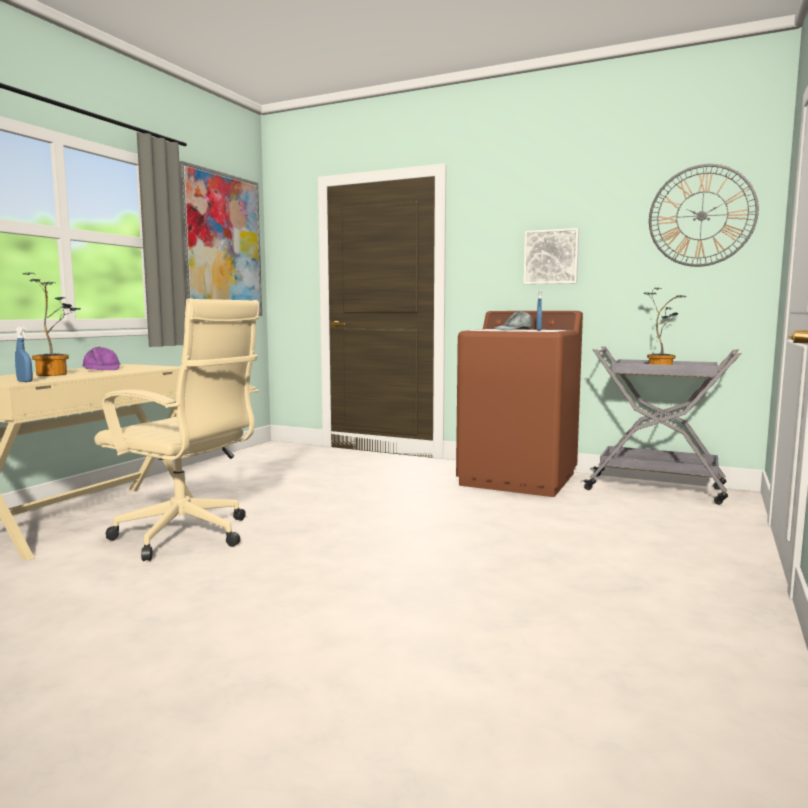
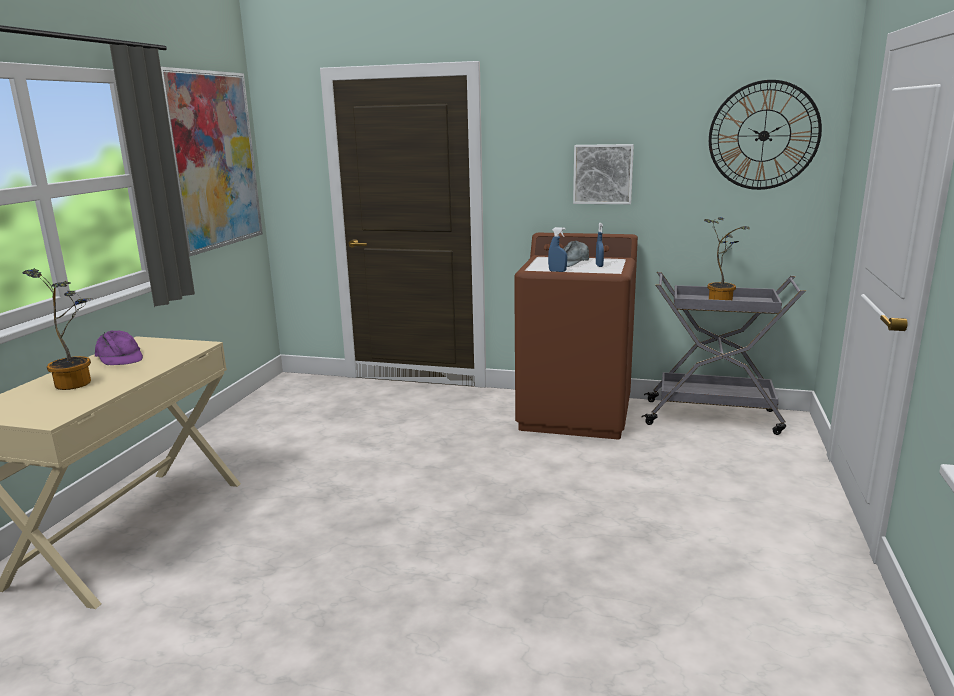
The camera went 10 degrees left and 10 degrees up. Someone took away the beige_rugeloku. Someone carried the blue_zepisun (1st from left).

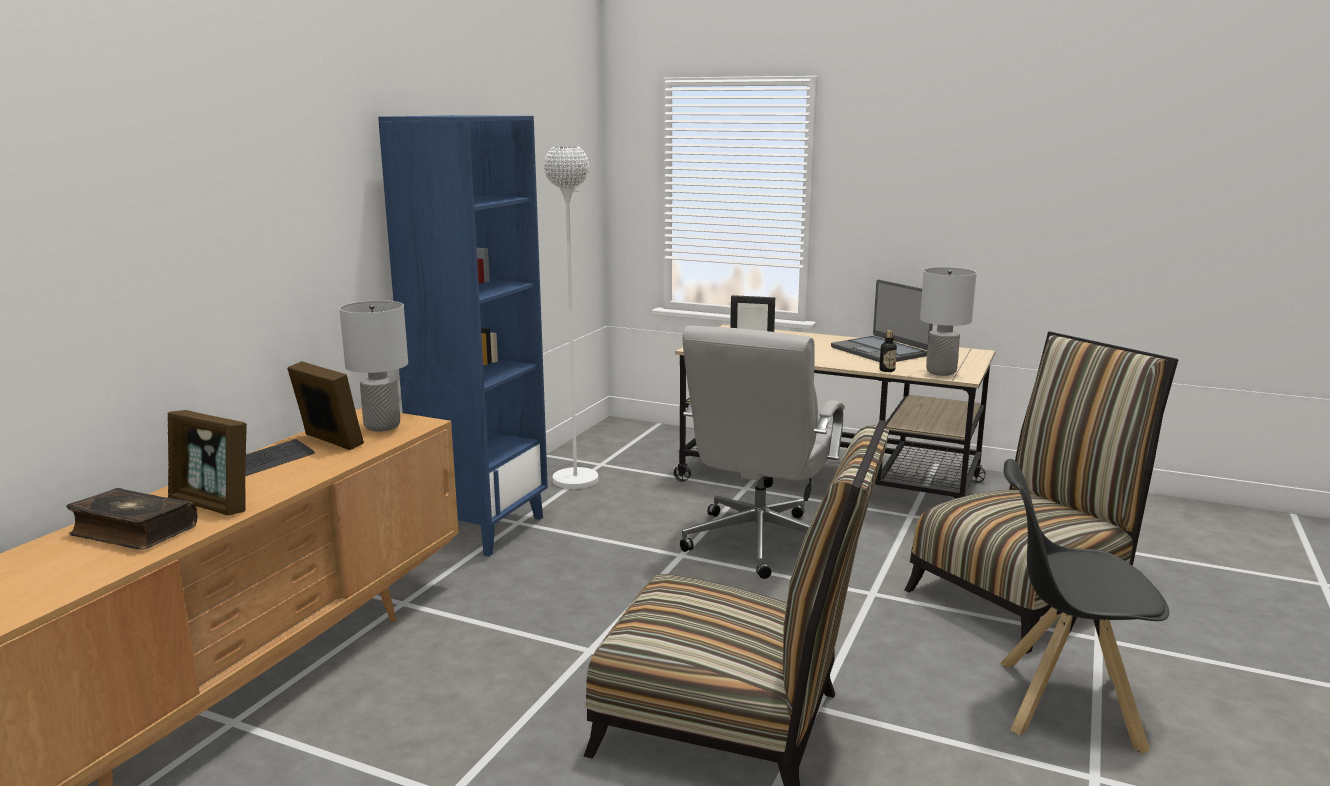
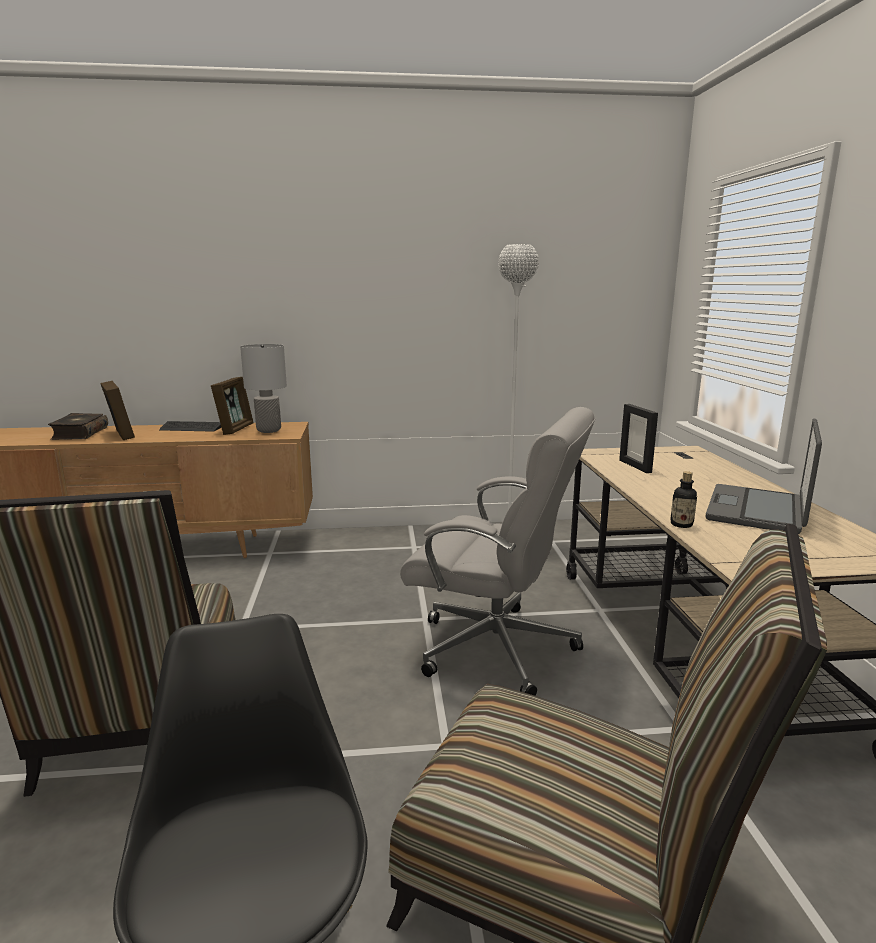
The camera went 60 degrees right and 0 degrees up. Someone took away the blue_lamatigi. Someone took away the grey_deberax (2nd from left). Someone rotated the grey_rugeloku by 150 degrees counterclockwise. Someone rotated the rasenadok (1st from left) by 150 degrees clockwise.

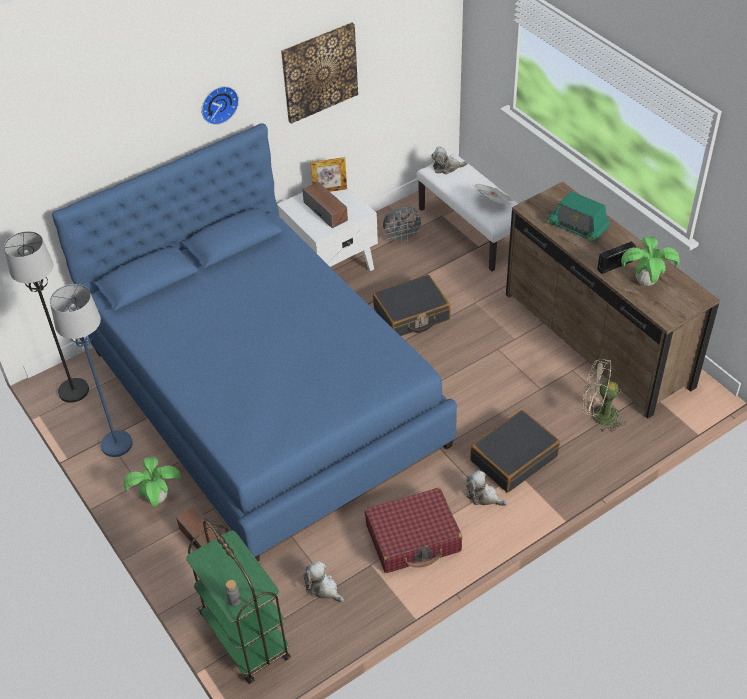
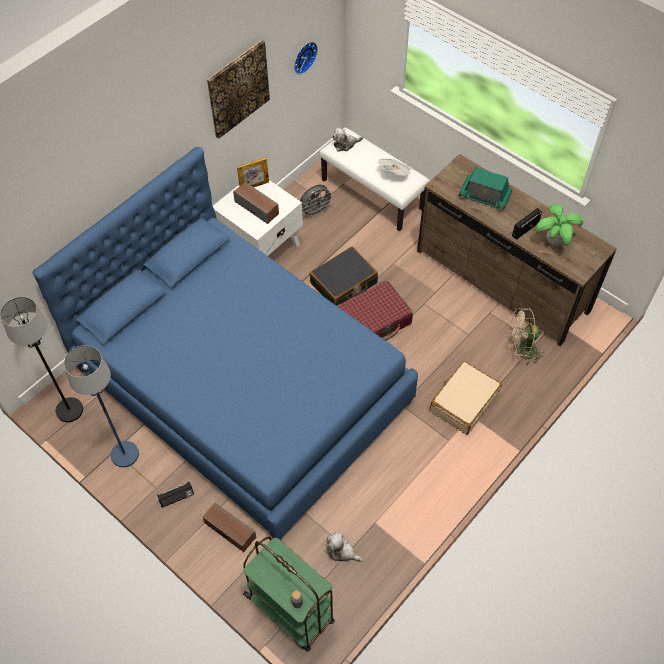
The camera went 15 degrees left and 10 degrees up. Someone carried the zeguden. Someone repainted the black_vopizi (2nd from left), which became the beige_vopizi. Someone swapped the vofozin (1st from left) for the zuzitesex (1st from left). Someone took away the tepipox (3rd from left). Someone carried the red_vopizi.

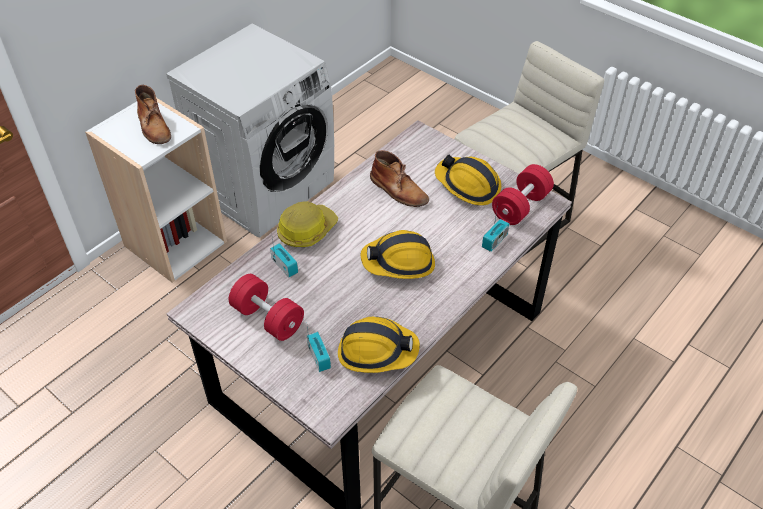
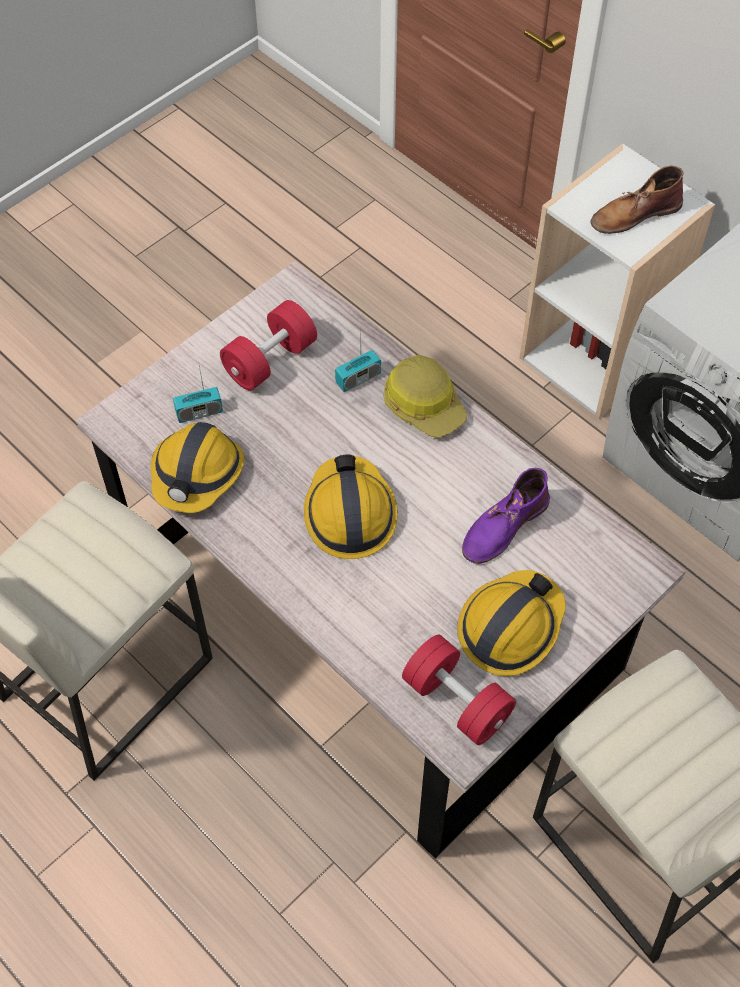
The camera went 95 degrees right and 10 degrees up. Someone repainted the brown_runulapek (2nd from left), which became the purple_runulapek. Someone took away the zuzitesex (3rd from left).

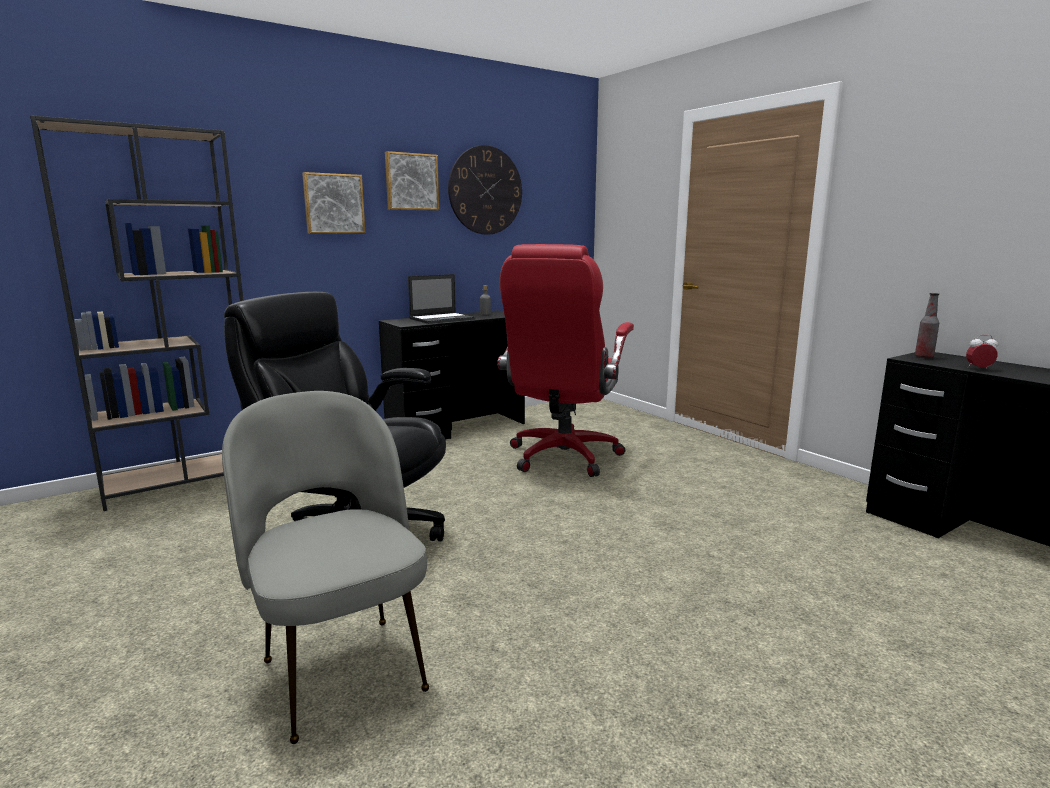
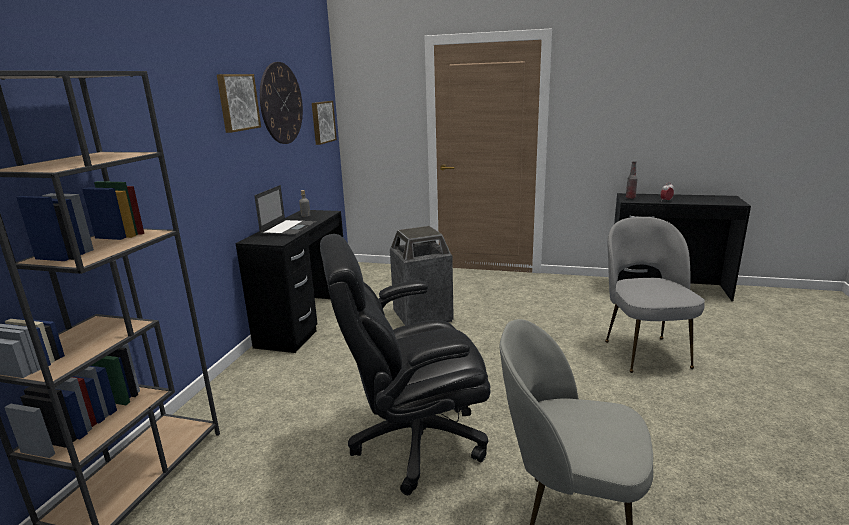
The camera went 40 degrees left and 5 degrees up. Someone carried the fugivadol (1st from left in the first image). Someone swapped the red_rugeloku for the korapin. Someone put down the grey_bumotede (2nd from left).

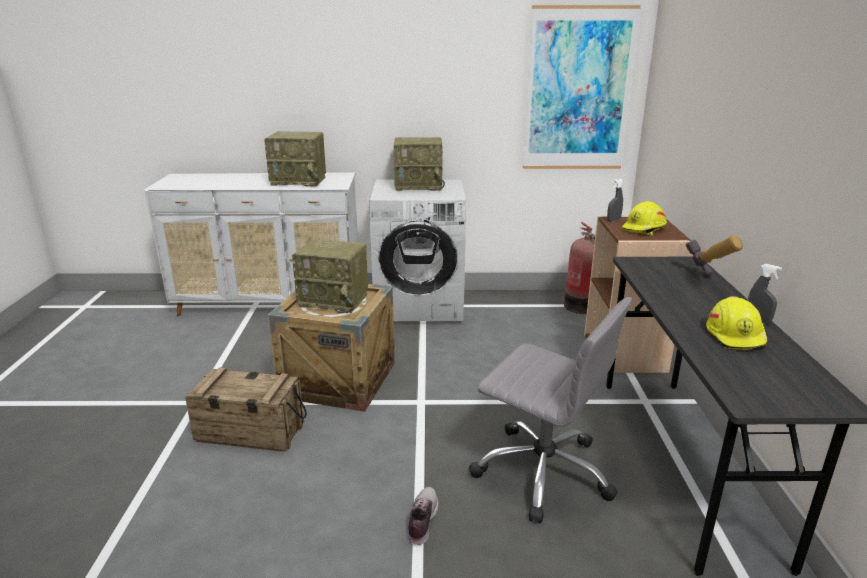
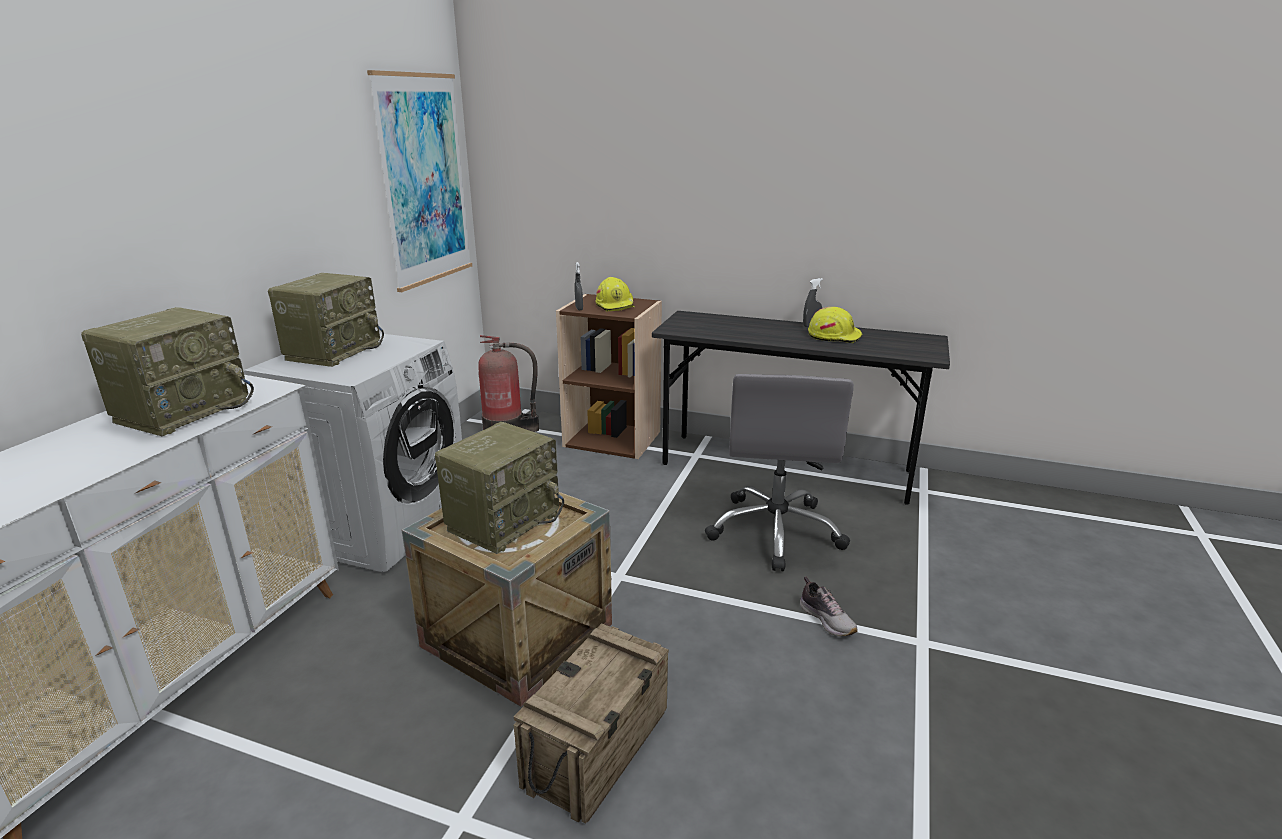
The camera went 70 degrees left and 0 degrees up. Someone took away the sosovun. Someone rotated the grey_rugeloku by 135 degrees clockwise. Someone rotated the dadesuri by 150 degrees counterclockwise.

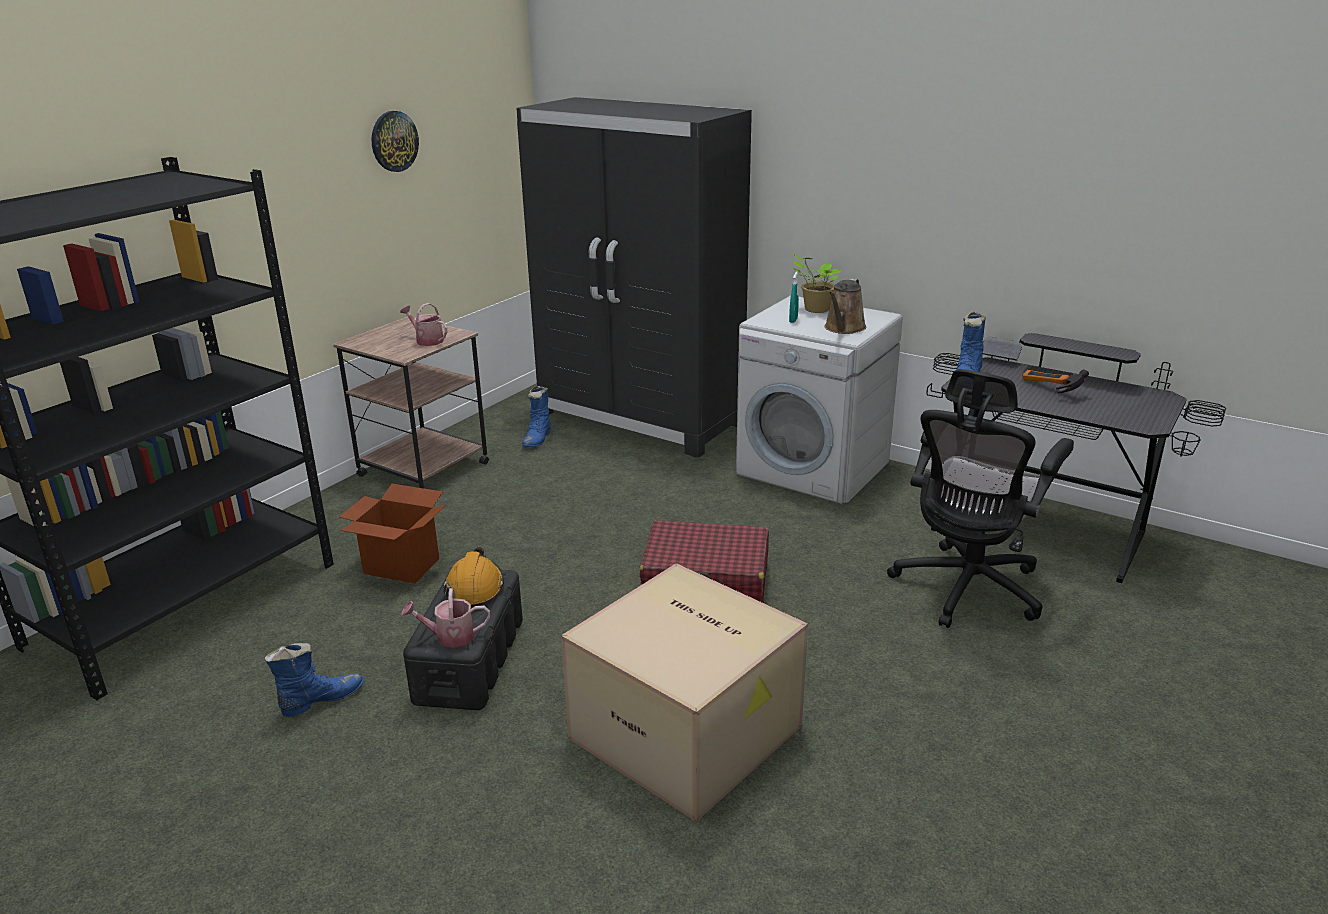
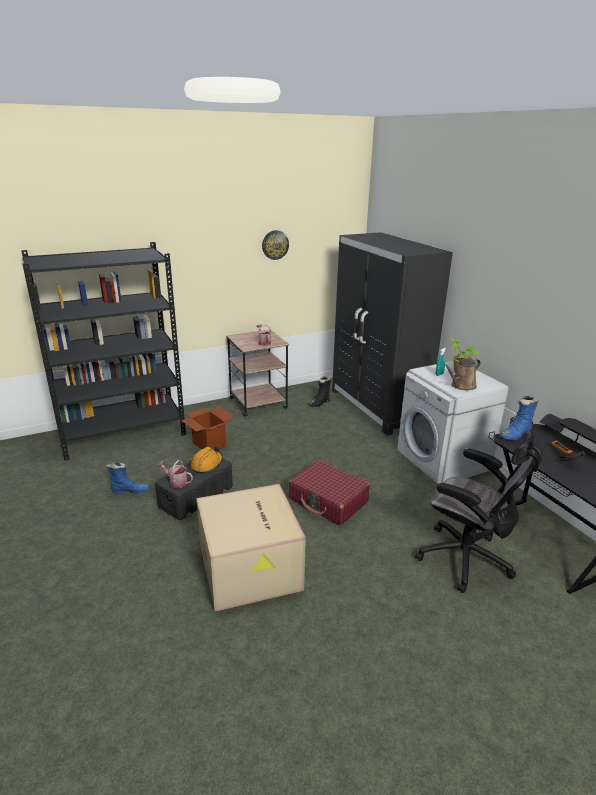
The camera went 30 degrees right and 0 degrees up. Someone rotated the rugeloku by 120 degrees counterclockwise. Someone repainted the blue_runulapek (2nd from left), which became the black_runulapek.

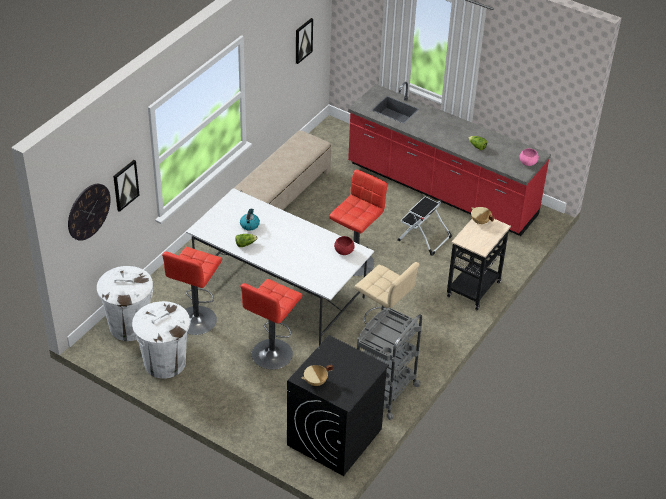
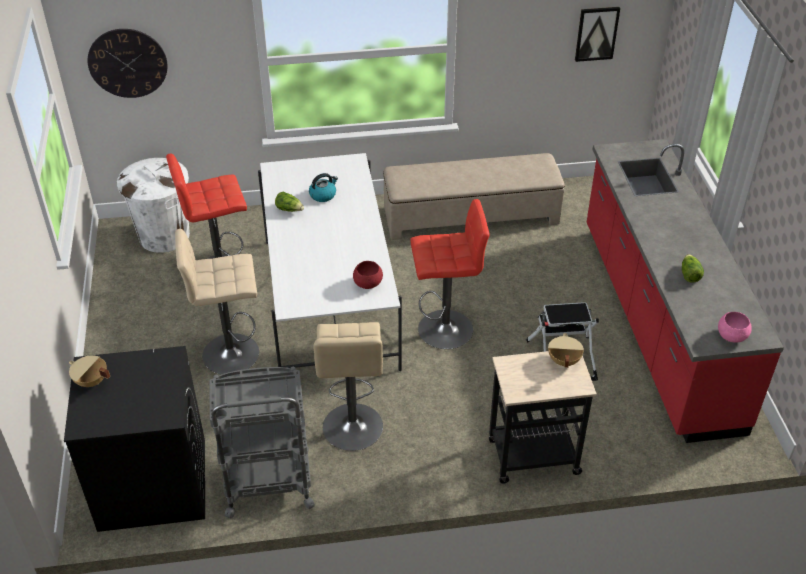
The camera went 50 degrees right and 0 degrees up. Someone took away the fugivadol (1st from left). Someone repainted the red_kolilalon (2nd from left), which became the beige_kolilalon (1st from left). Someone took away the white_korapin (2nd from left).

